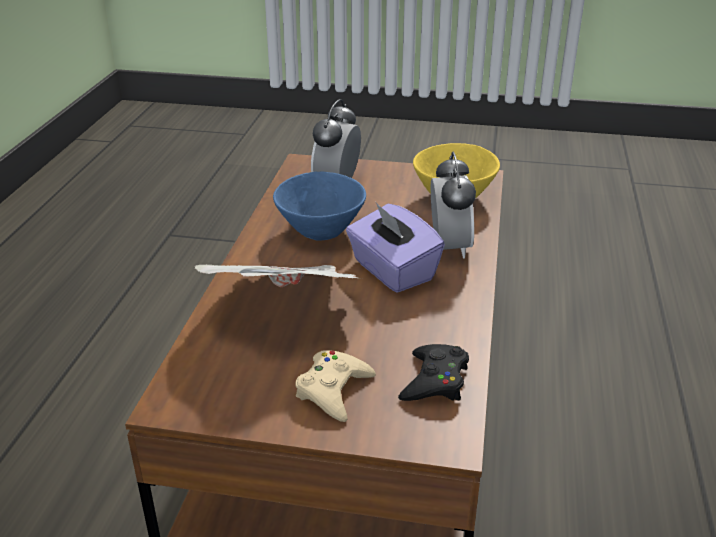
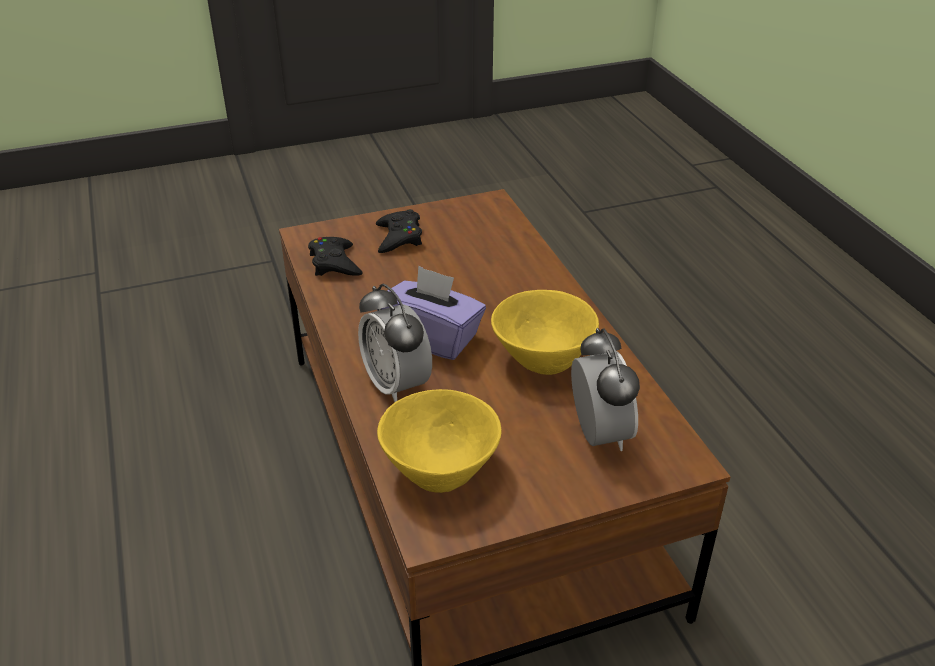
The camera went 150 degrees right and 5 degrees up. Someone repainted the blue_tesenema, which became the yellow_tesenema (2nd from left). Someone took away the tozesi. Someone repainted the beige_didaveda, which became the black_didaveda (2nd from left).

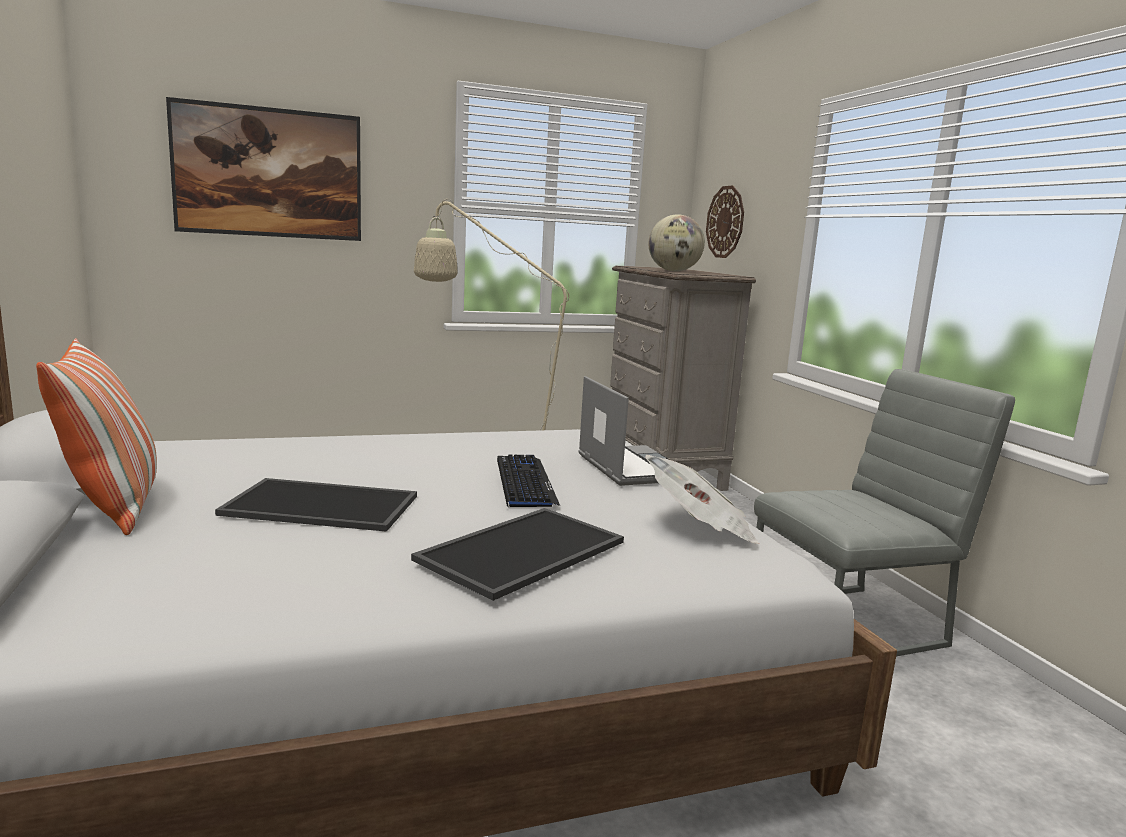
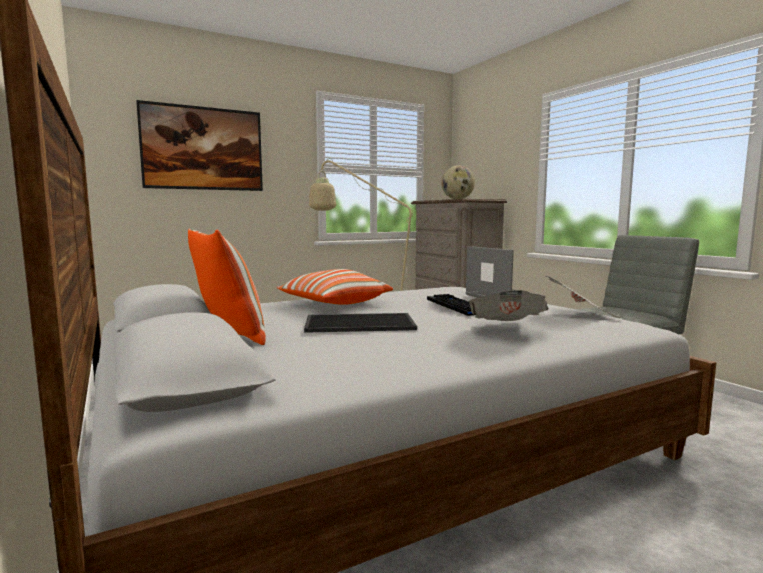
The camera went 10 degrees left and 5 degrees down. Someone took away the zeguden. Someone swapped the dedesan (2nd from left) for the tozesi (1st from left). Someone put down the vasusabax (2nd from left).

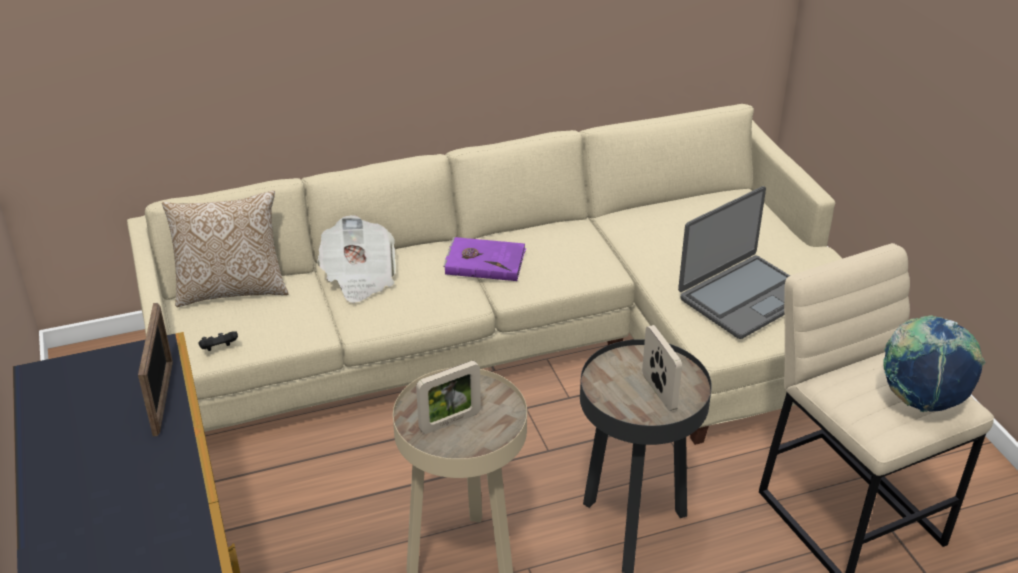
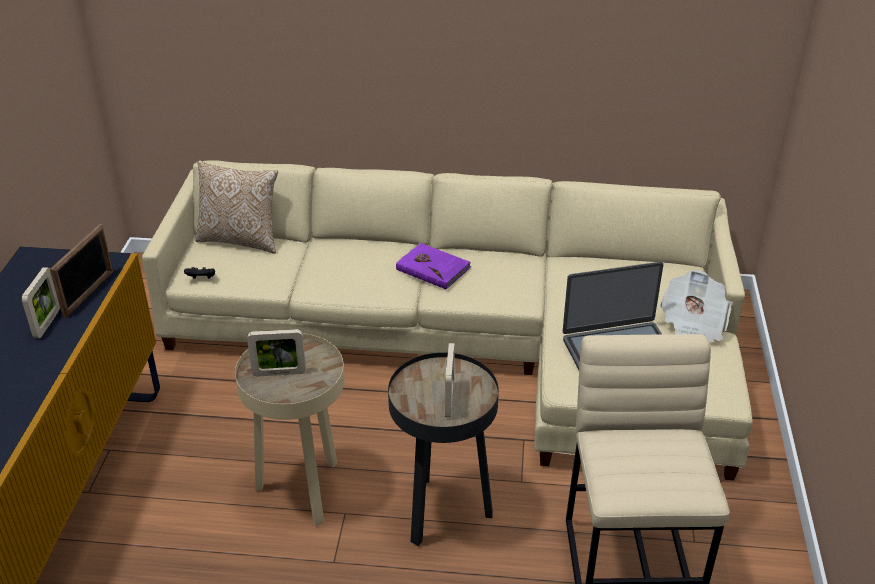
The camera went 25 degrees right and 0 degrees up. Someone carried the tozesi. Someone took away the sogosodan. Someone put down the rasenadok (1st from left).

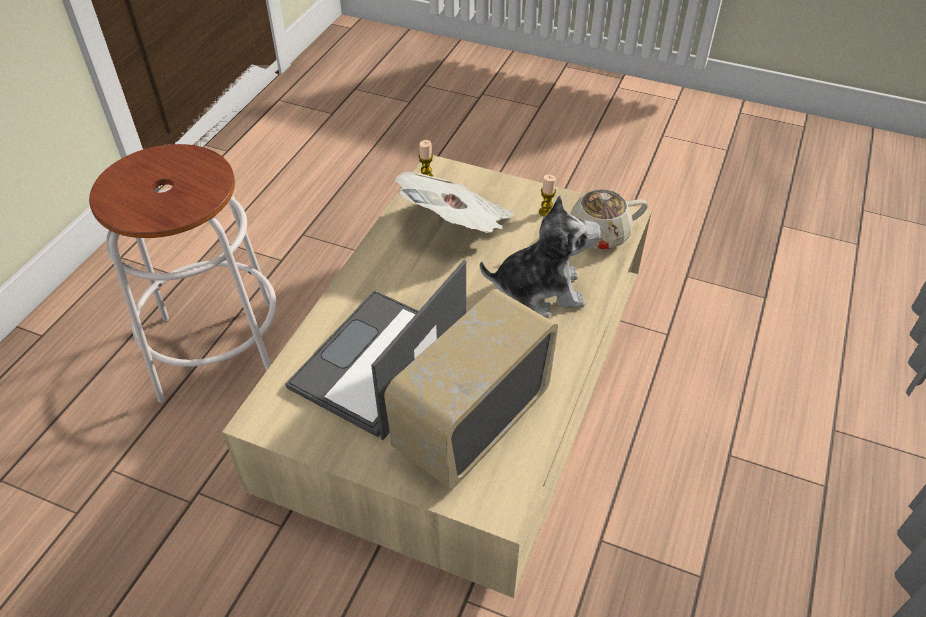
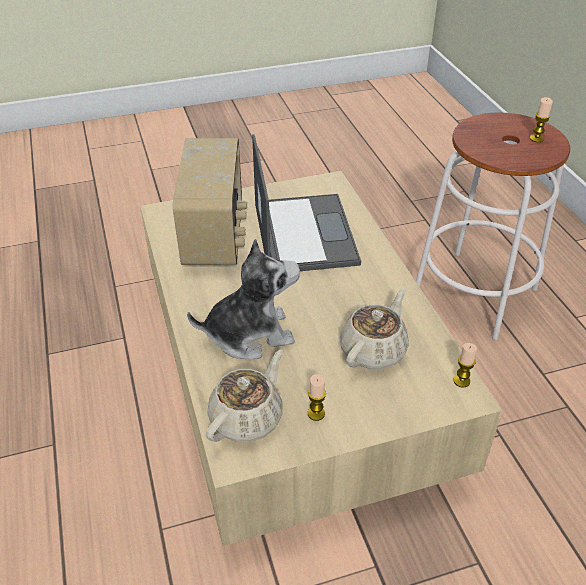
The camera went 140 degrees right and 5 degrees down. Someone swapped the tozesi for the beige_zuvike (2nd from left). Someone rotated the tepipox by 150 degrees counterclockwise. Someone put down the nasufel (3rd from left).

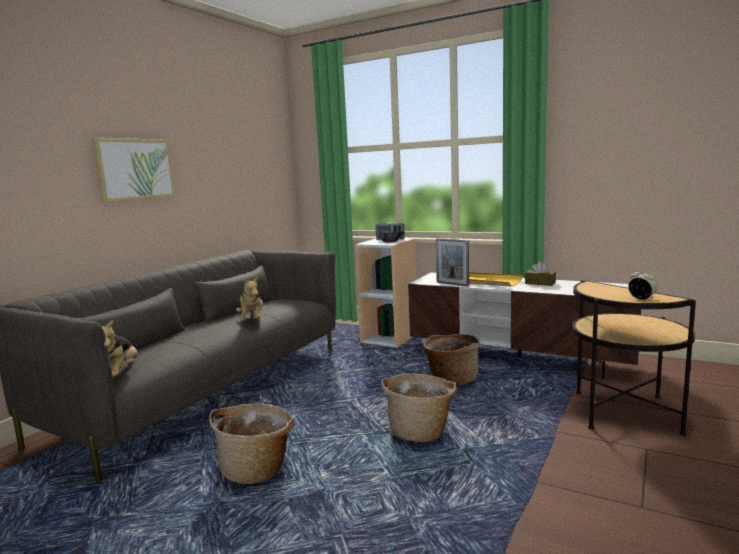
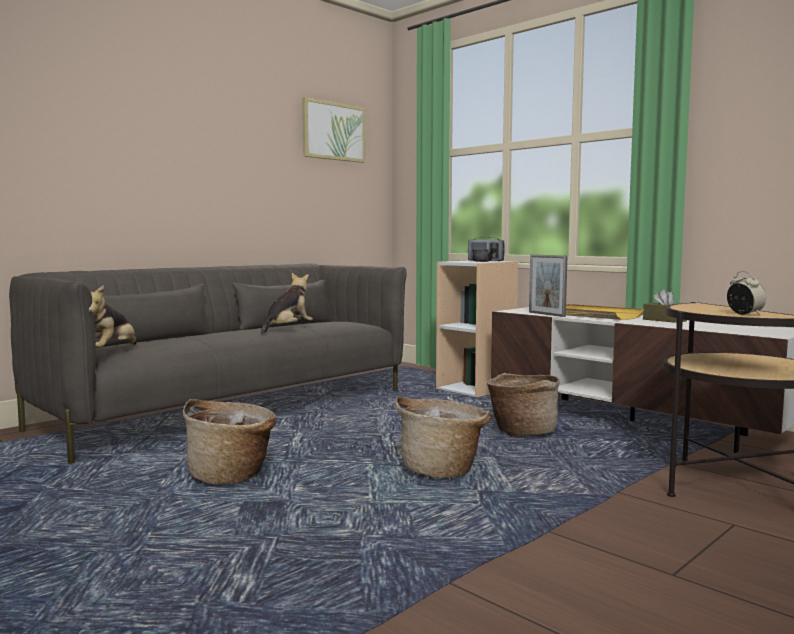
The camera went 15 degrees right and 5 degrees down. Someone carried the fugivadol. Someone rotated the tepipox (2nd from left) by 150 degrees counterclockwise.

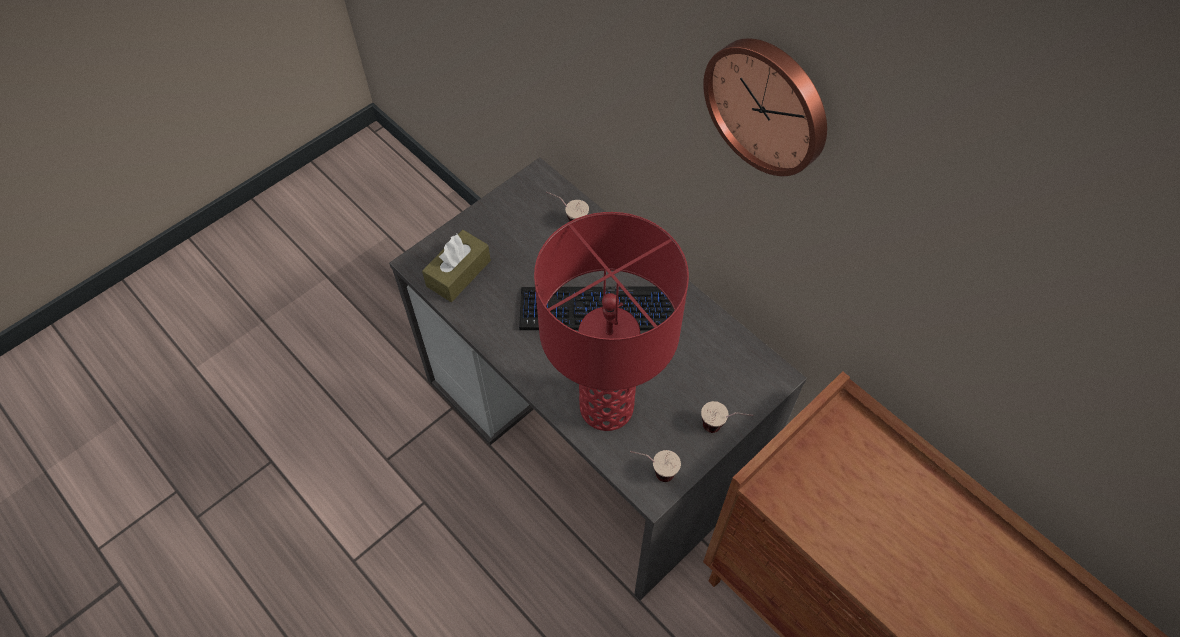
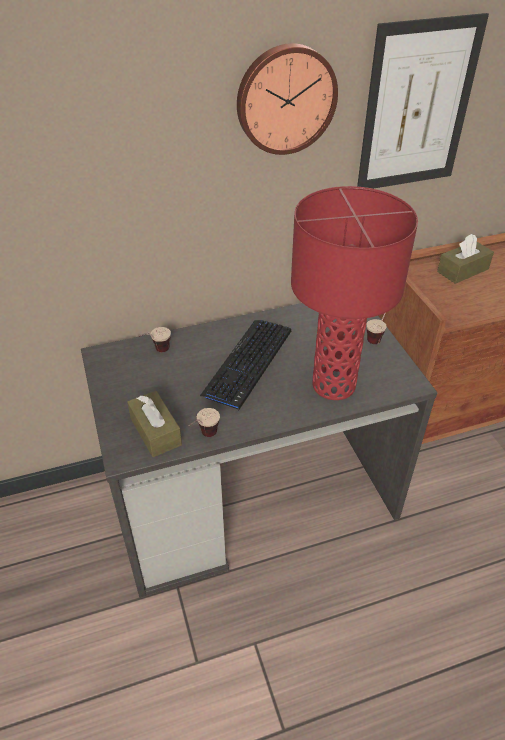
The camera went 65 degrees left and 15 degrees down. Someone carried the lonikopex (2nd from left). Someone put up the fugivadol. Someone put down the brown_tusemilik (2nd from left).

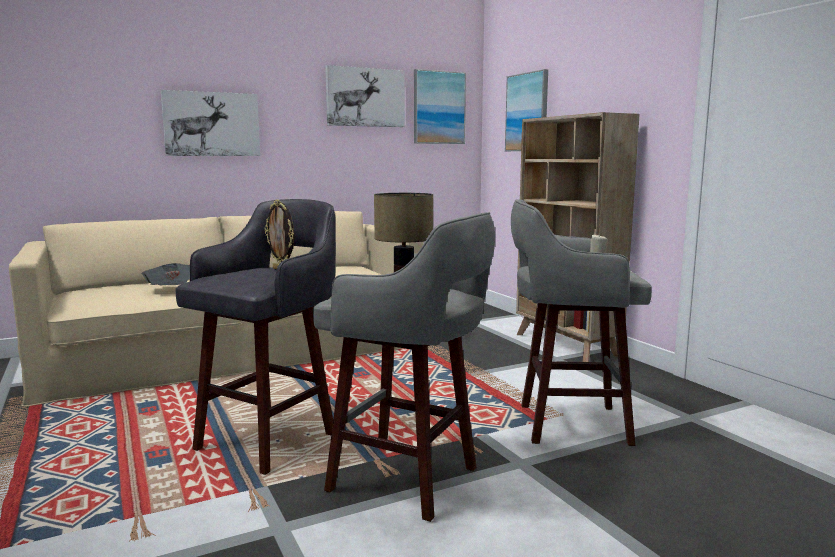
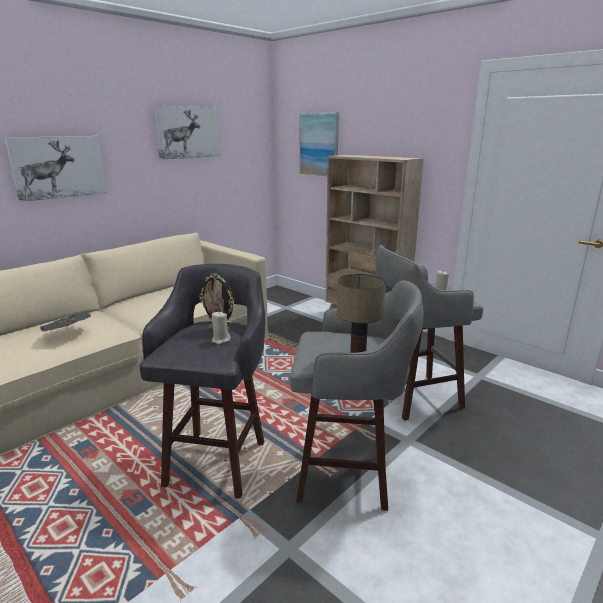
The camera went 20 degrees left and 10 degrees up. Someone took away the fugivadol (3rd from left). Someone put down the beige_nasufel (1st from left).

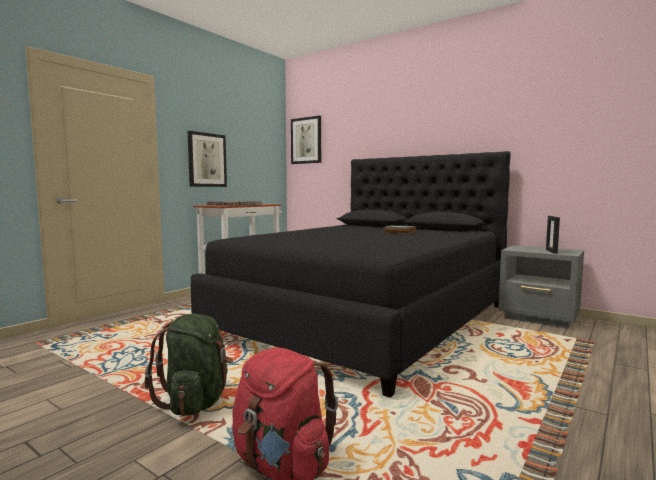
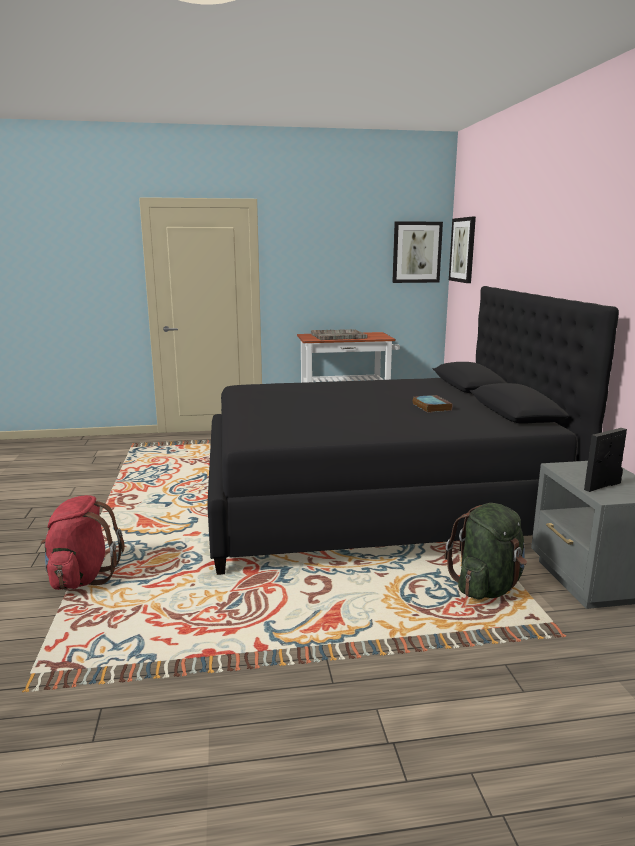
The camera went 45 degrees right and 10 degrees up. Someone carried the fugivadol (1st from left). Someone carried the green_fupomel.

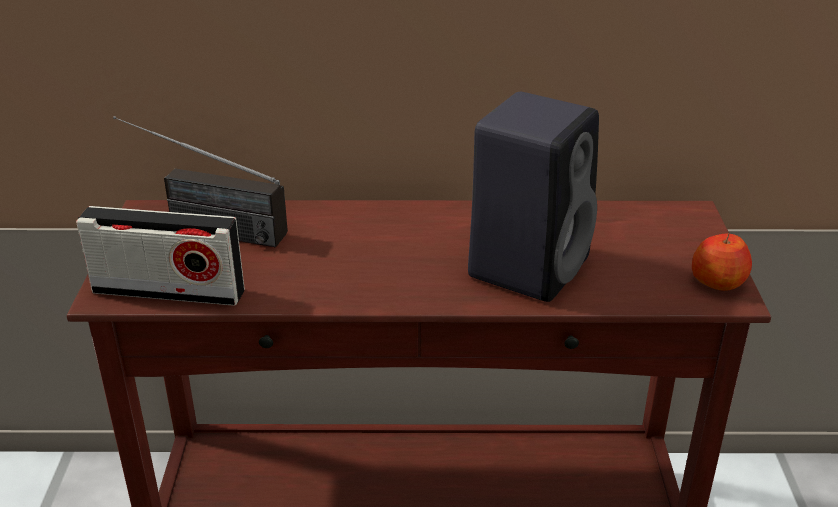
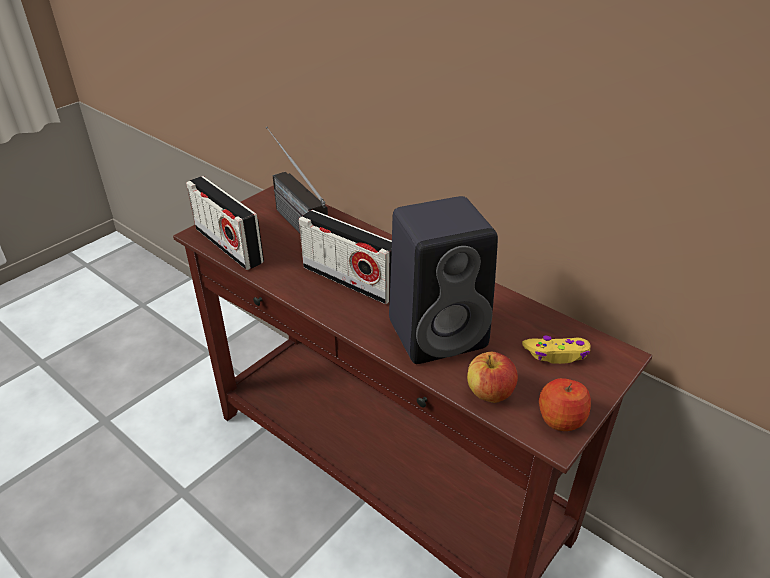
The camera went 40 degrees right and 5 degrees up. Someone put down the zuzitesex (3rd from left). Someone put down the yellow_didaveda. Someone put down the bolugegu (1st from left).

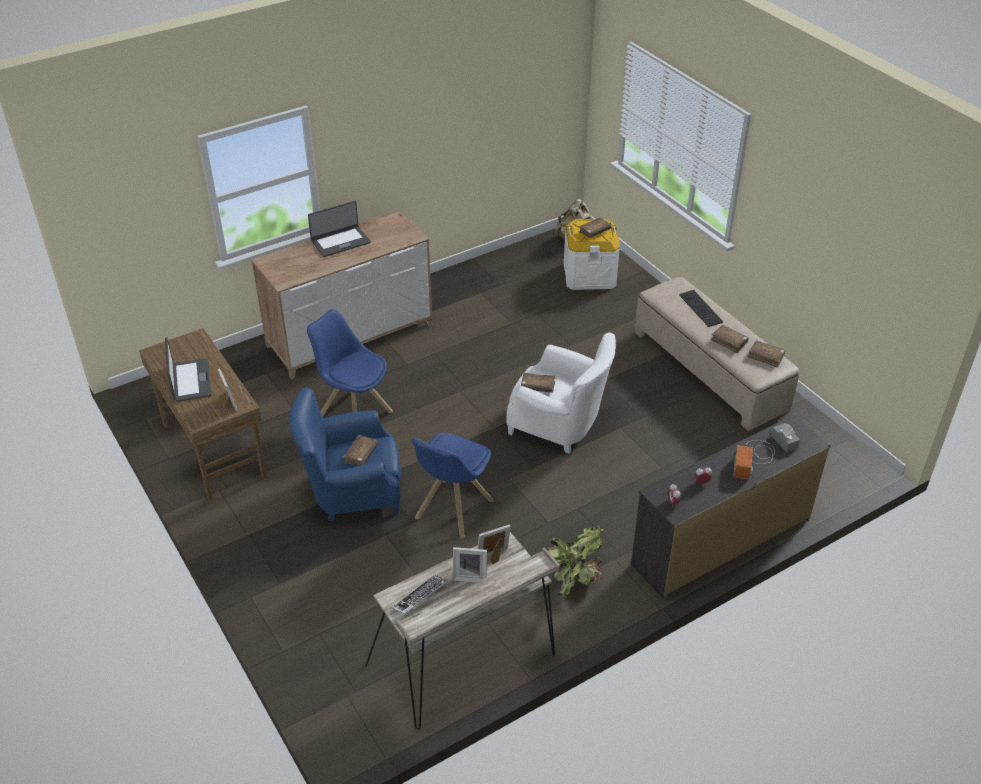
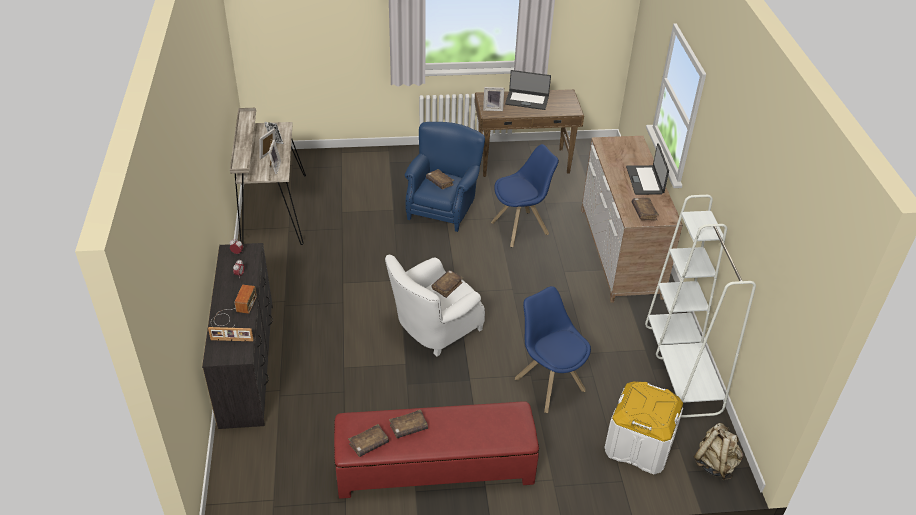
The camera went 115 degrees right and 0 degrees up. Someone carried the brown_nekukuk (3rd from left in the first image). Someone repainted the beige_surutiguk, which became the red_surutiguk. Someone took away the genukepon (2nd from left). Someone swapped the grey_tusemilik for the rasenadok (1st from left). Someone carried the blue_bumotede (2nd from left). Someone rotated the zuzitesex by 60 degrees clockwise. Someone took away the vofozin. Someone put down the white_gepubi.

